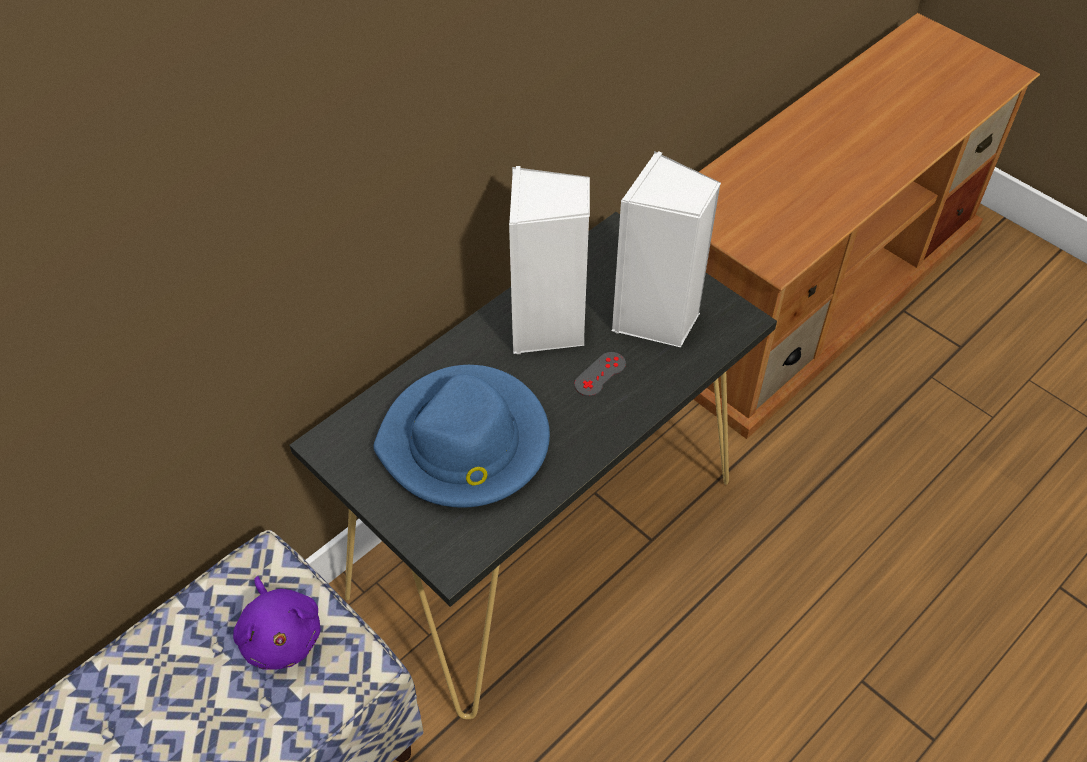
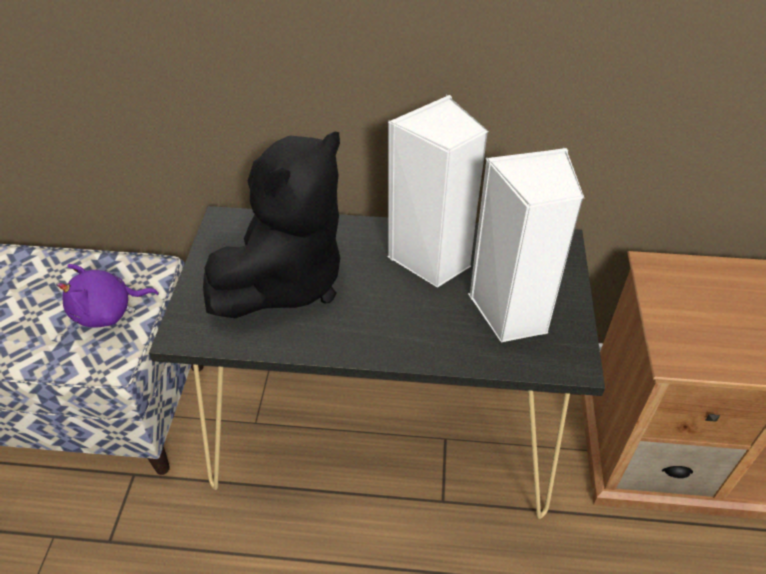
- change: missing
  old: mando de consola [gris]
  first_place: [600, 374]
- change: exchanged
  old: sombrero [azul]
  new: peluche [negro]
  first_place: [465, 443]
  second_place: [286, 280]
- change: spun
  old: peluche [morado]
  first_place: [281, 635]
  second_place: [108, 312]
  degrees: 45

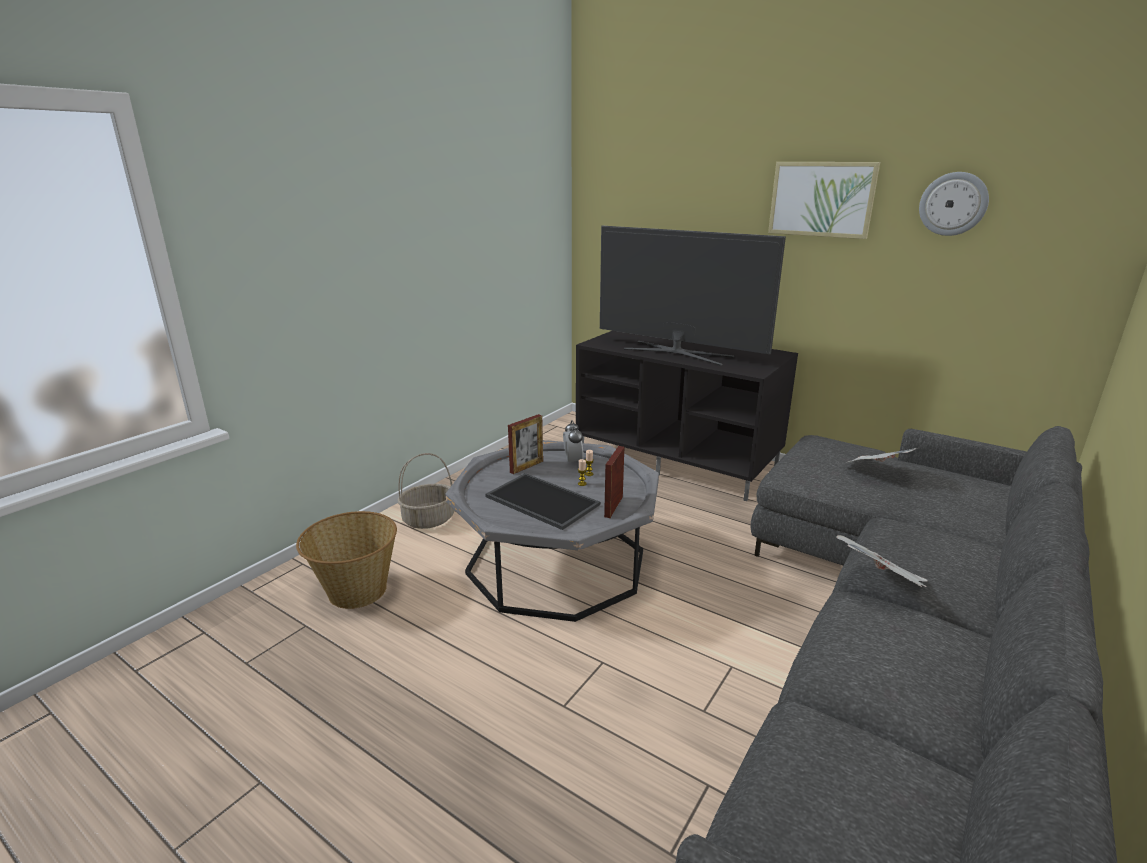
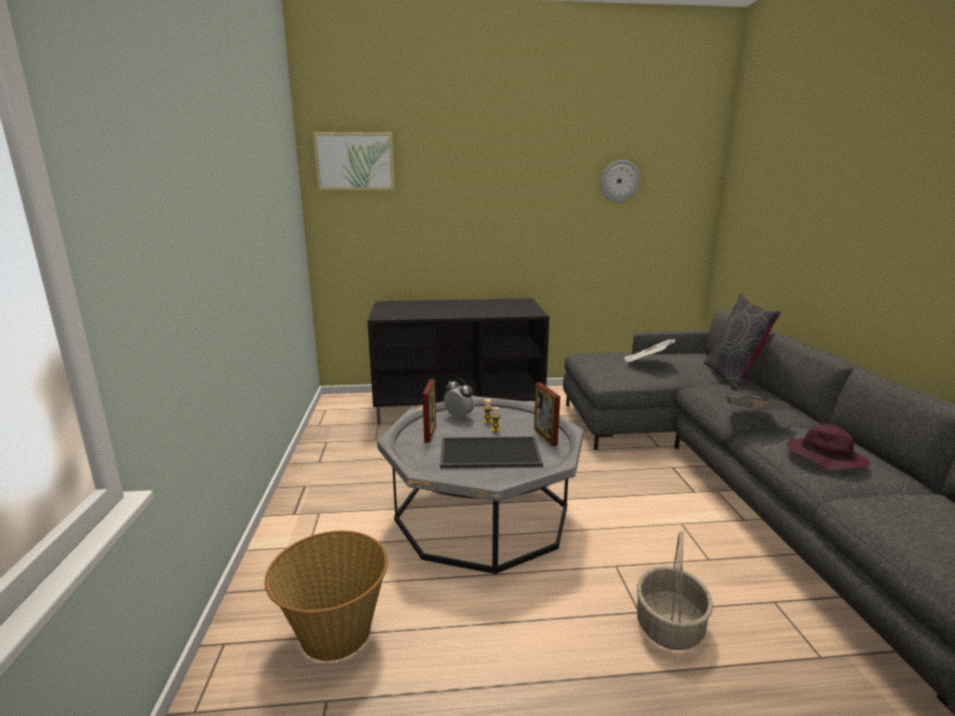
- change: relocated
  old: cuadro
  first_place: [821, 199]
  second_place: [355, 162]
- change: missing
  old: televisor
  first_place: [678, 352]
- change: relocated
  old: cesta
  first_place: [428, 520]
  second_place: [670, 627]
- change: appeared
  new: cojín [gris]
  second_place: [732, 377]
- change: appeared
  new: sombrero [morado]
  second_place: [823, 457]

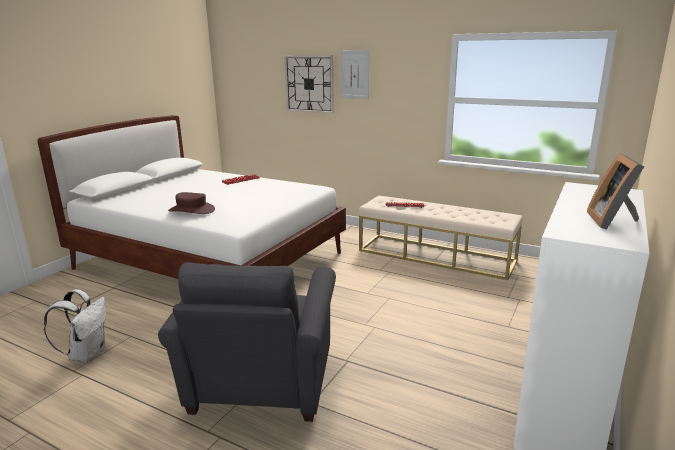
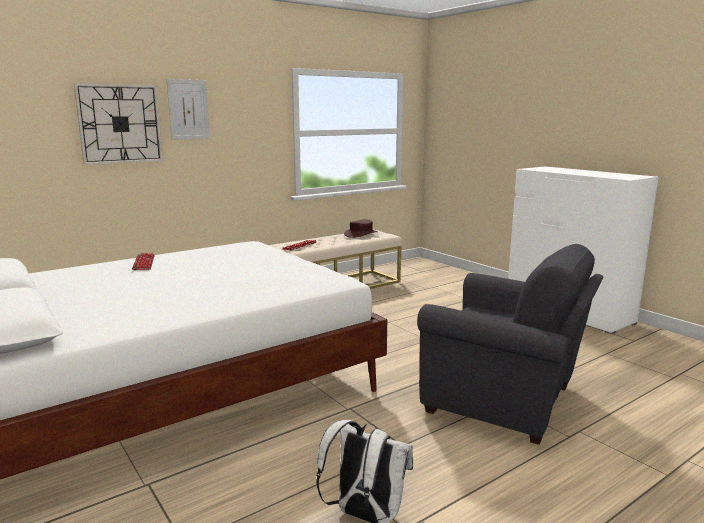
- change: missing
  old: portarretratos
  first_place: [613, 221]
- change: relocated
  old: sombrero [marrón]
  first_place: [192, 210]
  second_place: [361, 234]

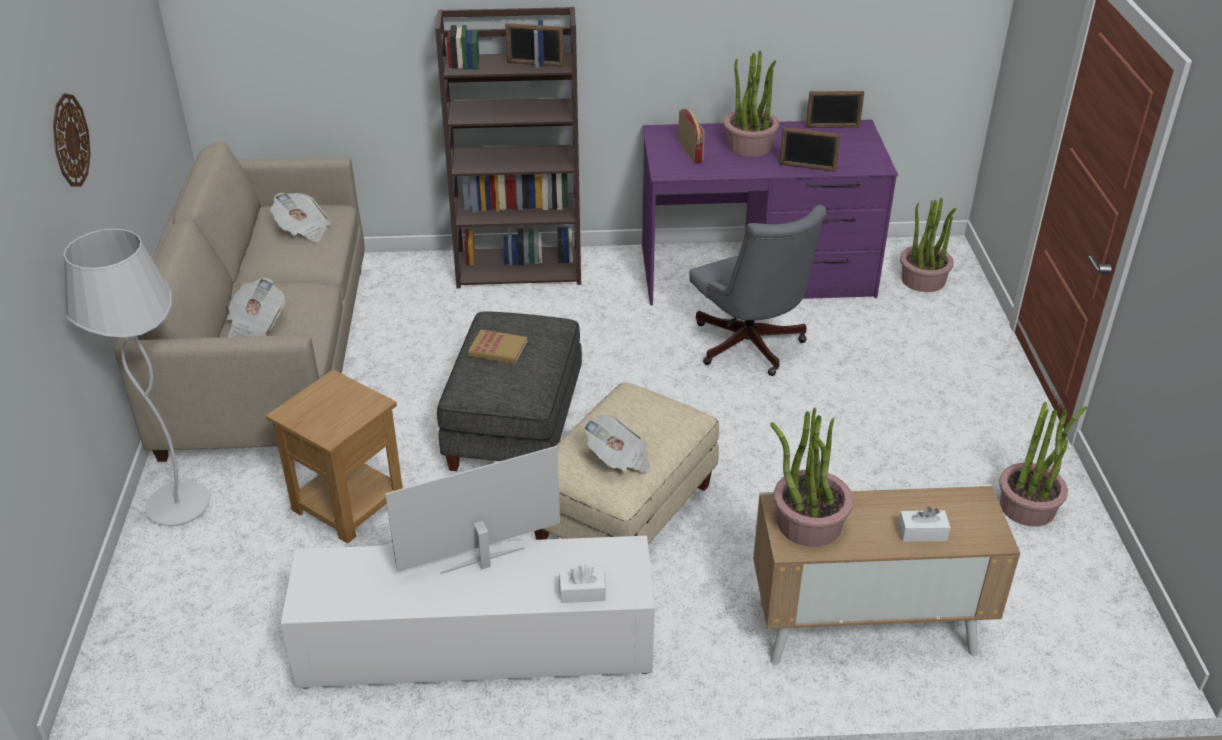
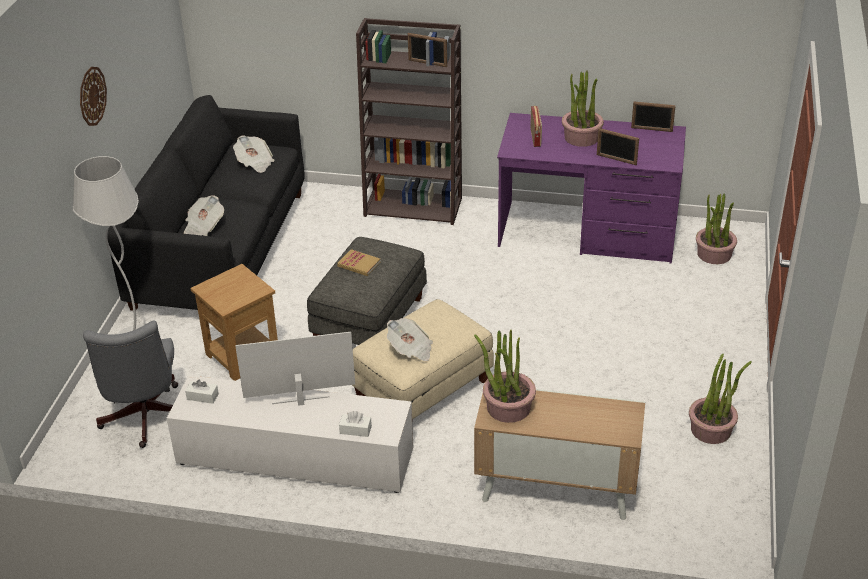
- change: colour
  old: sofá [beis]
  new: sofá [negro]
  first_place: [269, 357]
  second_place: [220, 249]
- change: relocated
  old: silla de oficina [gris]
  first_place: [750, 348]
  second_place: [145, 419]
- change: relocated
  old: caja de pañuelos [blanco]
  first_place: [922, 533]
  second_place: [202, 396]

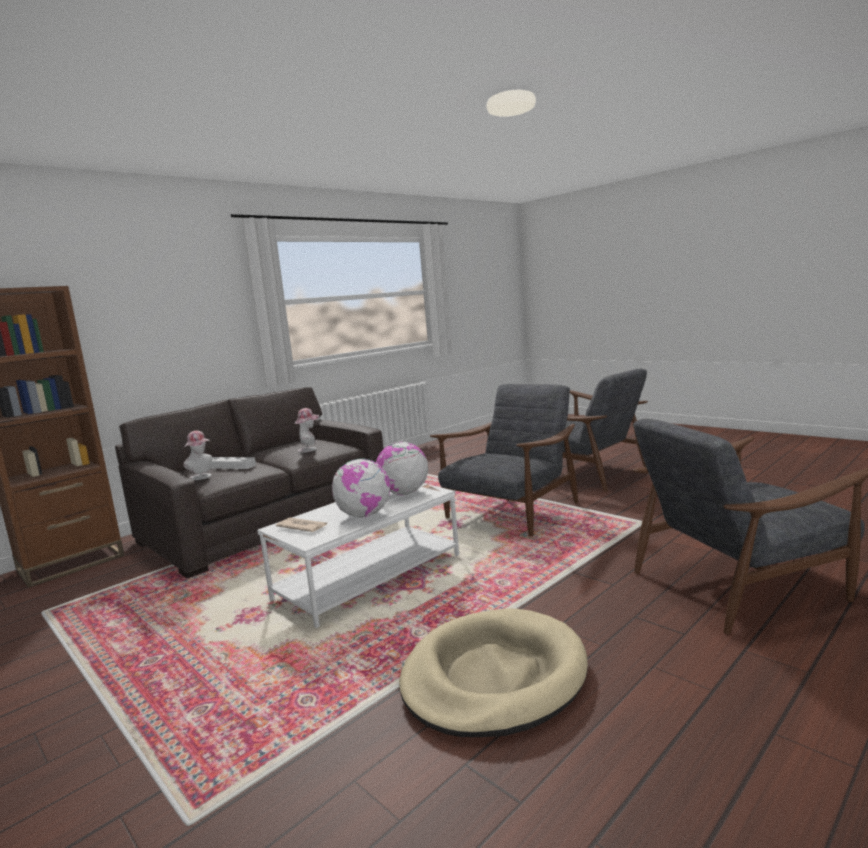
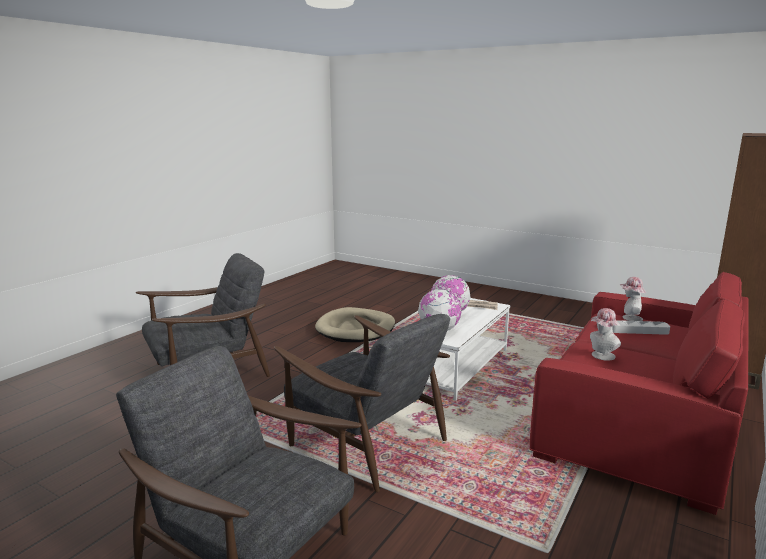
- change: spun
  old: sillón [gris]
  first_place: [511, 512]
  second_place: [365, 440]
  degrees: -75
- change: colour
  old: sofá [gris]
  new: sofá [rojo]
  first_place: [266, 522]
  second_place: [640, 420]

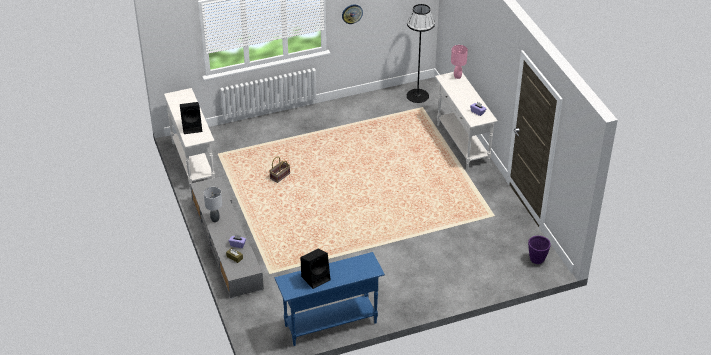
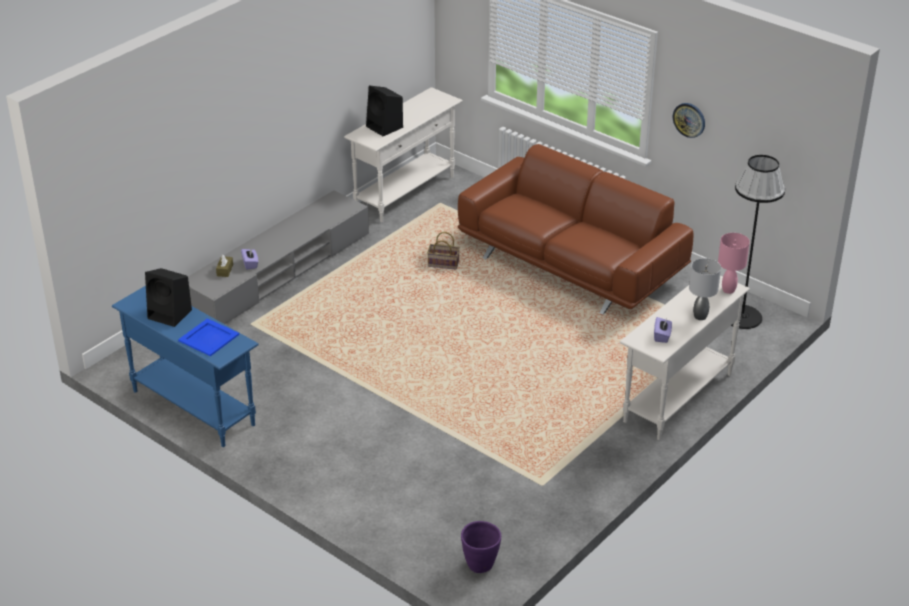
- change: relocated
  old: lámpara de mesa [gris]
  first_place: [215, 219]
  second_place: [700, 316]
- change: appeared
  new: sofá [marrón]
  second_place: [572, 264]
- change: appeared
  new: bandeja [azul]
  second_place: [208, 338]

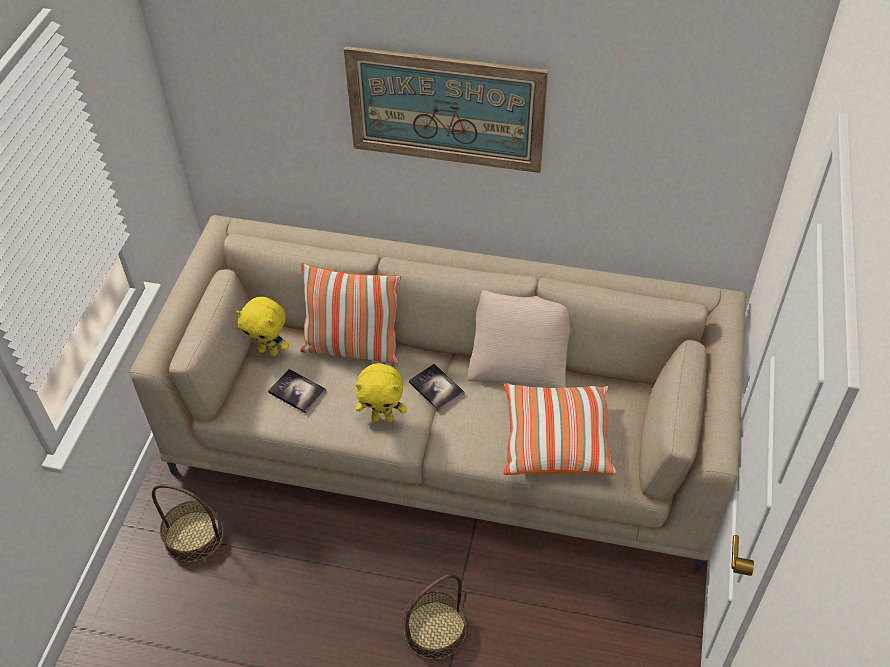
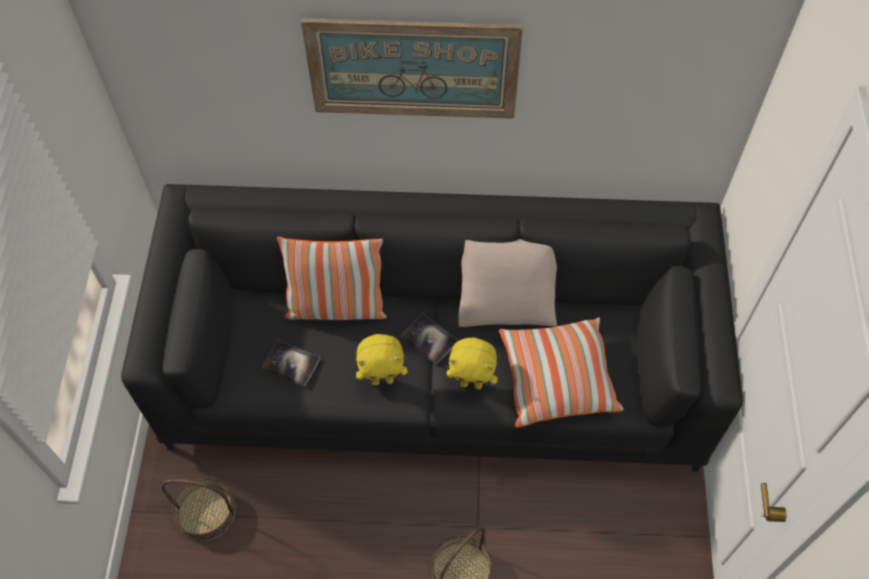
- change: colour
  old: sofá [beis]
  new: sofá [negro]
  first_place: [447, 436]
  second_place: [436, 369]
- change: relocated
  old: peluche [amarillo]
  first_place: [269, 351]
  second_place: [472, 383]

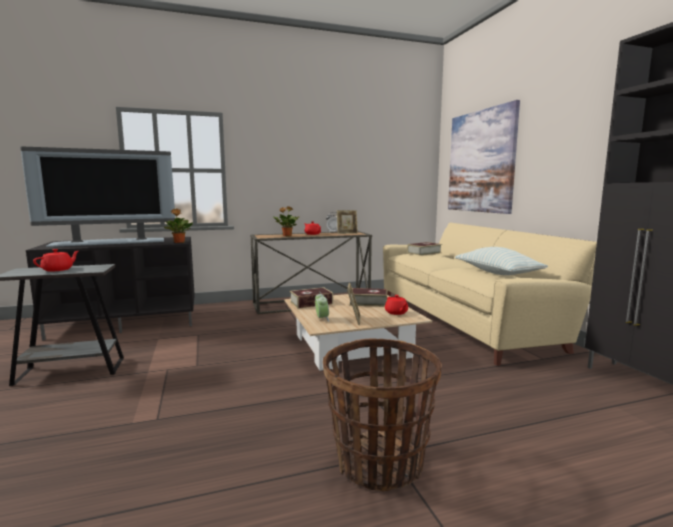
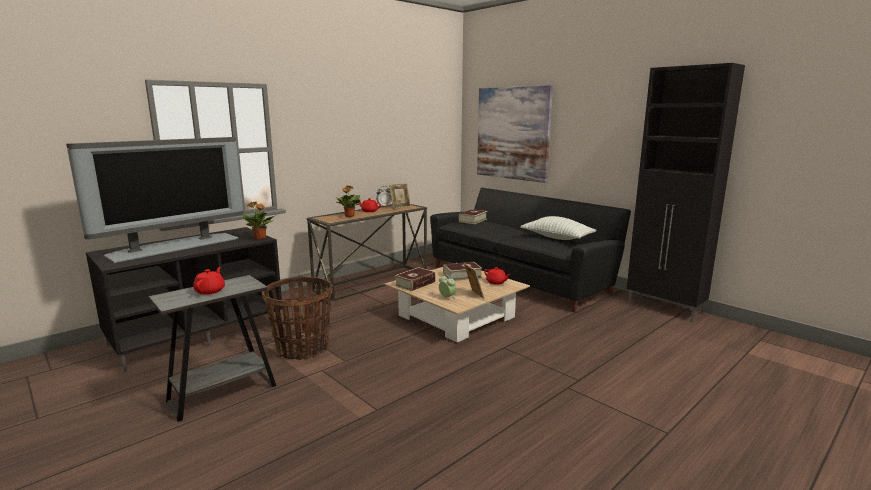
- change: colour
  old: sofá [beis]
  new: sofá [negro]
  first_place: [466, 320]
  second_place: [520, 278]
- change: relocated
  old: cesta
  first_place: [379, 463]
  second_place: [302, 348]

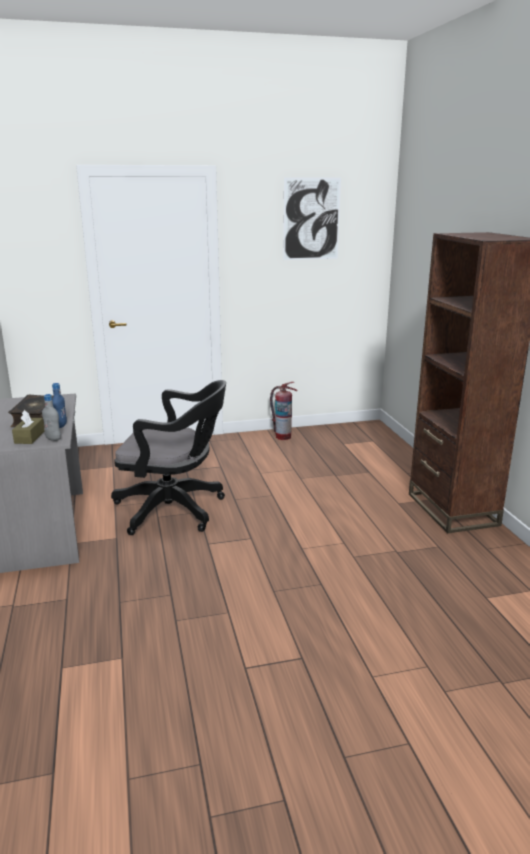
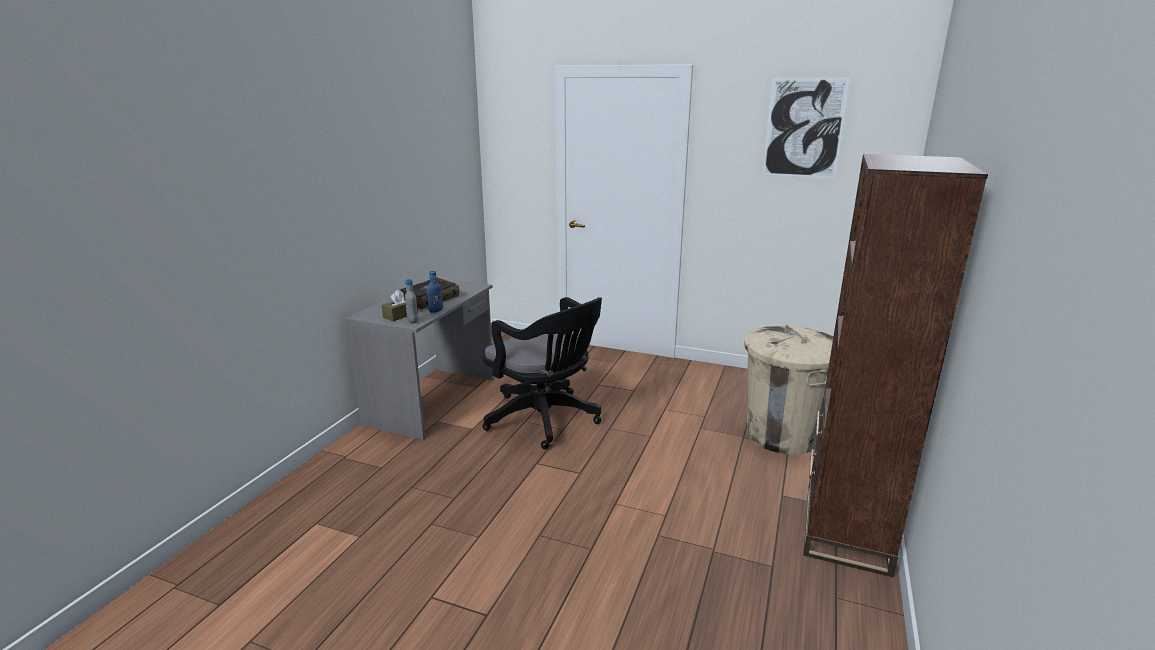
- change: missing
  old: extintor
  first_place: [283, 436]
- change: appeared
  new: papelera [beis]
  second_place: [782, 435]

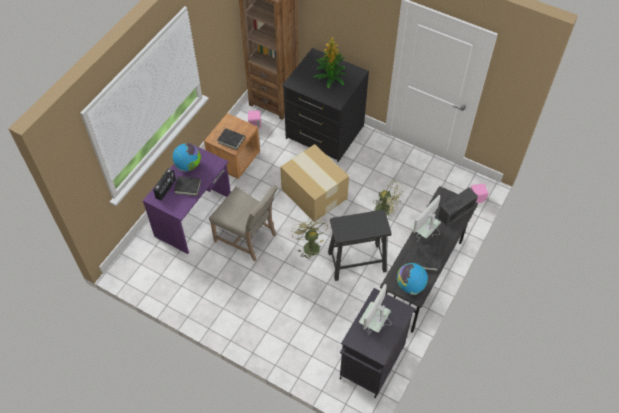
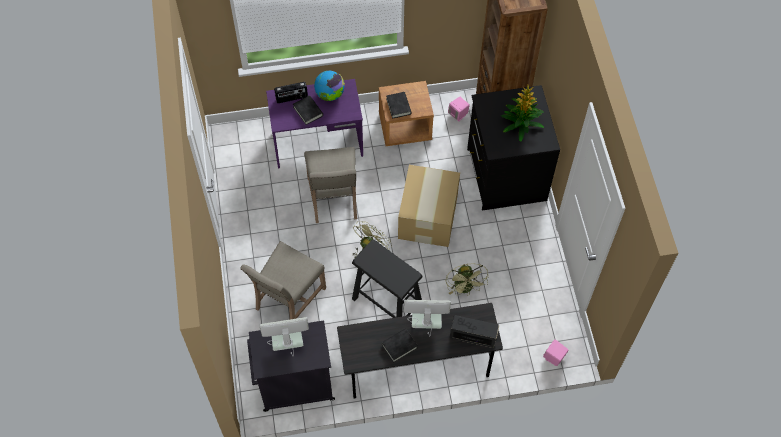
- change: missing
  old: globo terráqueo
  first_place: [410, 285]
- change: appeared
  new: silla [beis]
  second_place: [288, 299]

